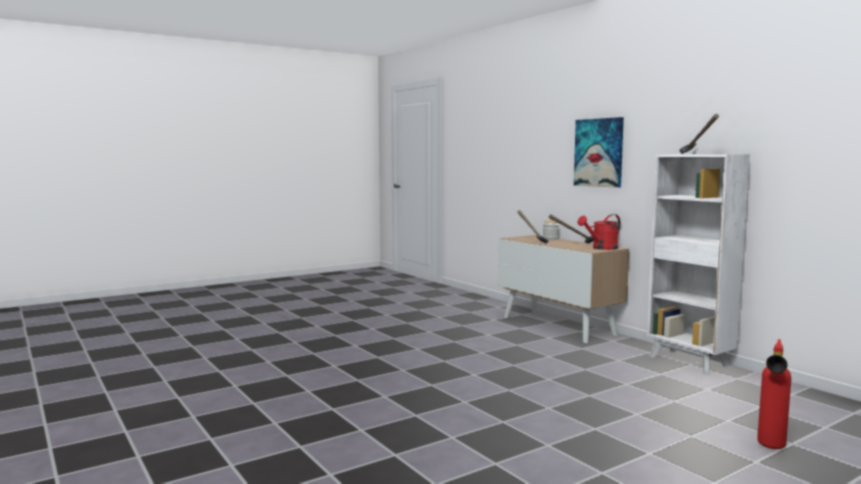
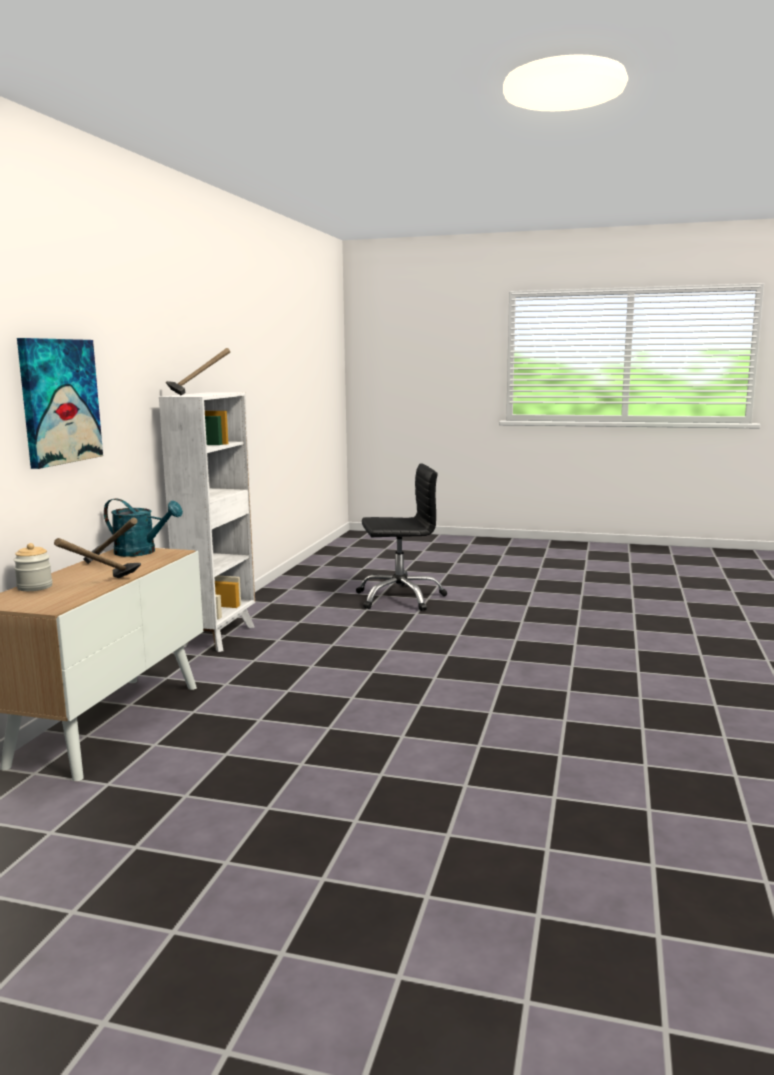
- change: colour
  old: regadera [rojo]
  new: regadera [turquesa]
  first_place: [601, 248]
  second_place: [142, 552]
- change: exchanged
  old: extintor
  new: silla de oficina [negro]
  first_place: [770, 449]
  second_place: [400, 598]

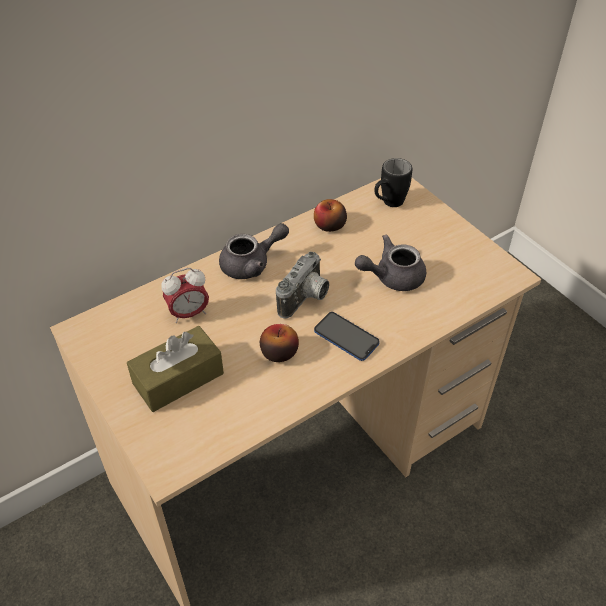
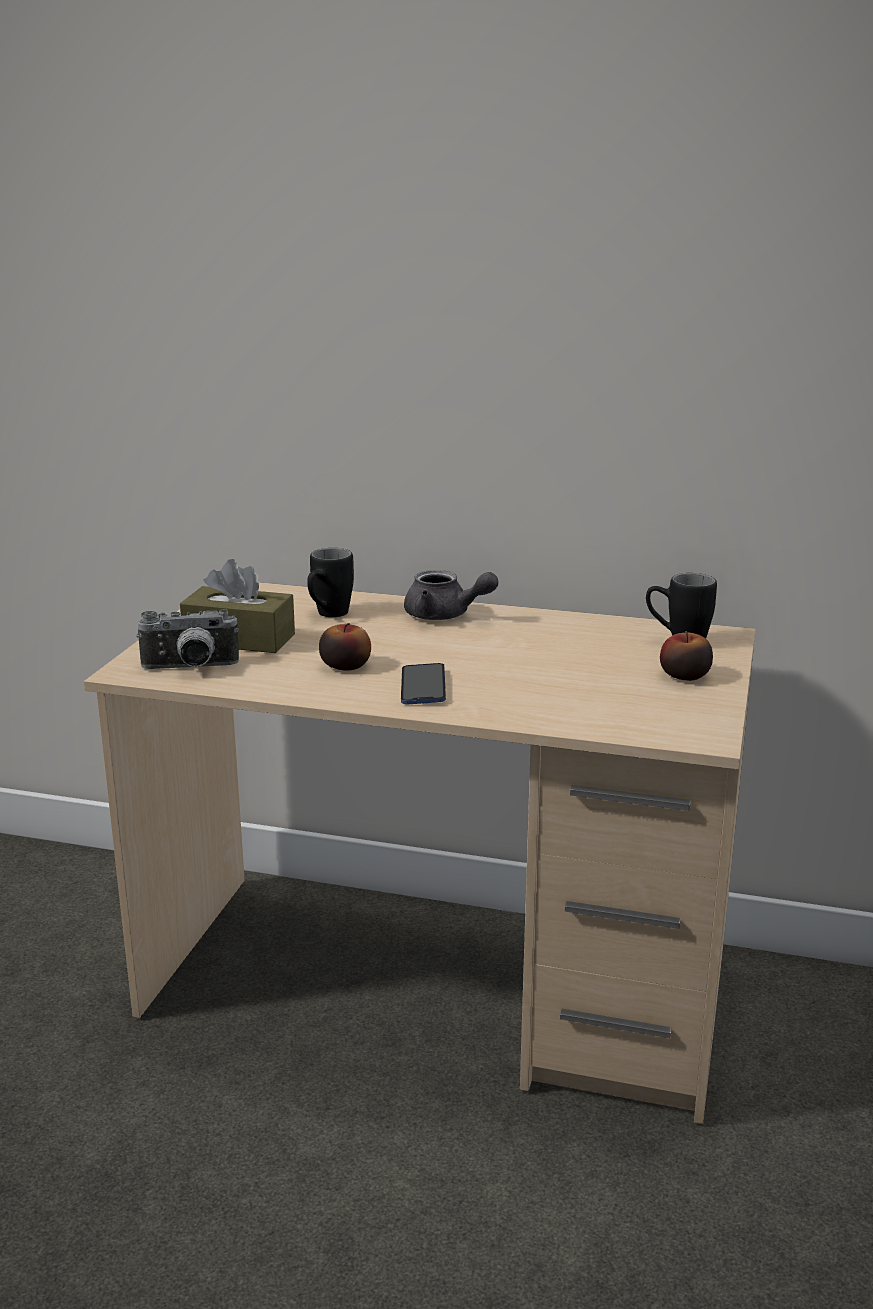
- change: relocated
  old: manzana
  first_place: [329, 225]
  second_place: [684, 675]
- change: missing
  old: tetera [gris]
  first_place: [392, 277]
- change: relocated
  old: cámara
  first_place: [306, 299]
  second_place: [190, 669]
- change: exchanged
  old: despertador
  new: taza grande [negro]
  first_place: [188, 314]
  second_place: [327, 615]

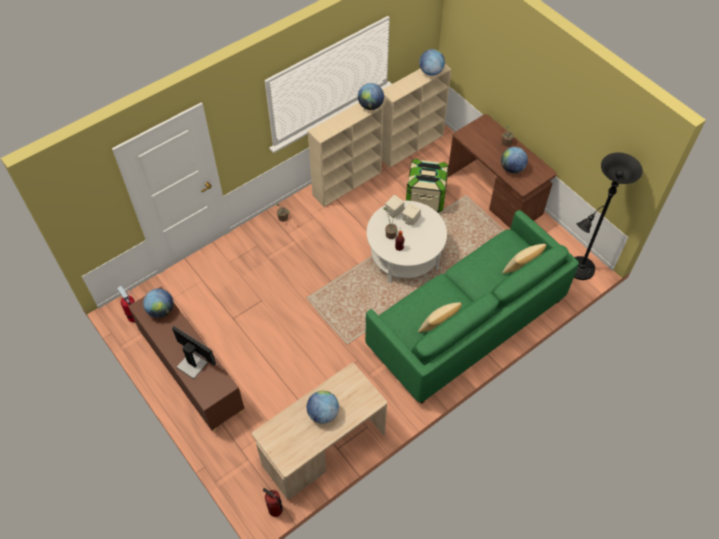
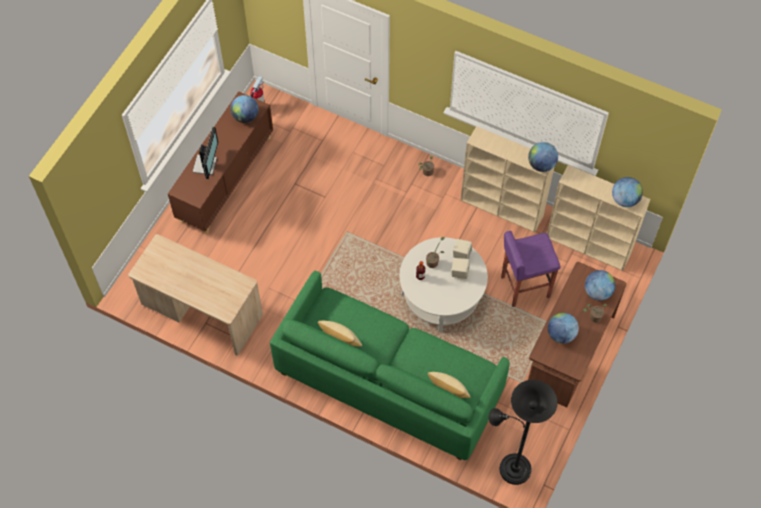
- change: exchanged
  old: caja de almacenaje
  new: taburete [morado]
  first_place: [425, 198]
  second_place: [524, 286]
- change: relocated
  old: globo terráqueo
  first_place: [323, 413]
  second_place: [597, 292]
- change: missing
  old: extintor
  first_place: [275, 510]

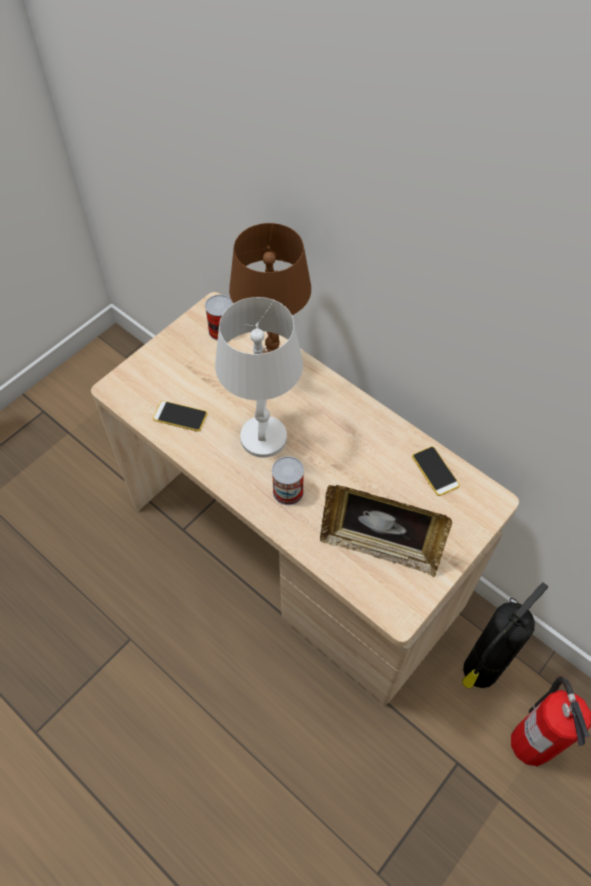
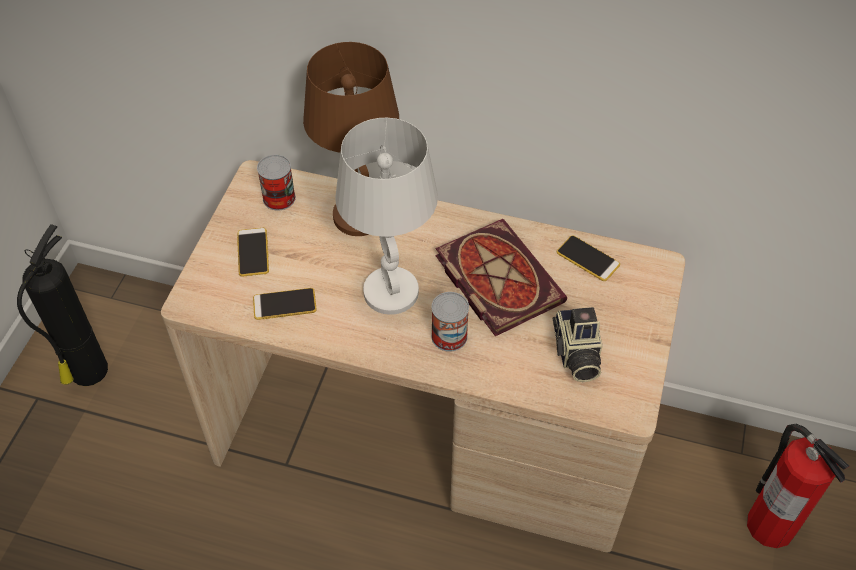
- change: exchanged
  old: portarretratos
  new: cámara
  first_place: [379, 548]
  second_place: [575, 354]
- change: relocated
  old: extintor
  first_place: [478, 672]
  second_place: [87, 373]
- change: appeared
  new: libro
  second_place: [495, 278]
- change: appeared
  new: móvil
  second_place: [253, 252]

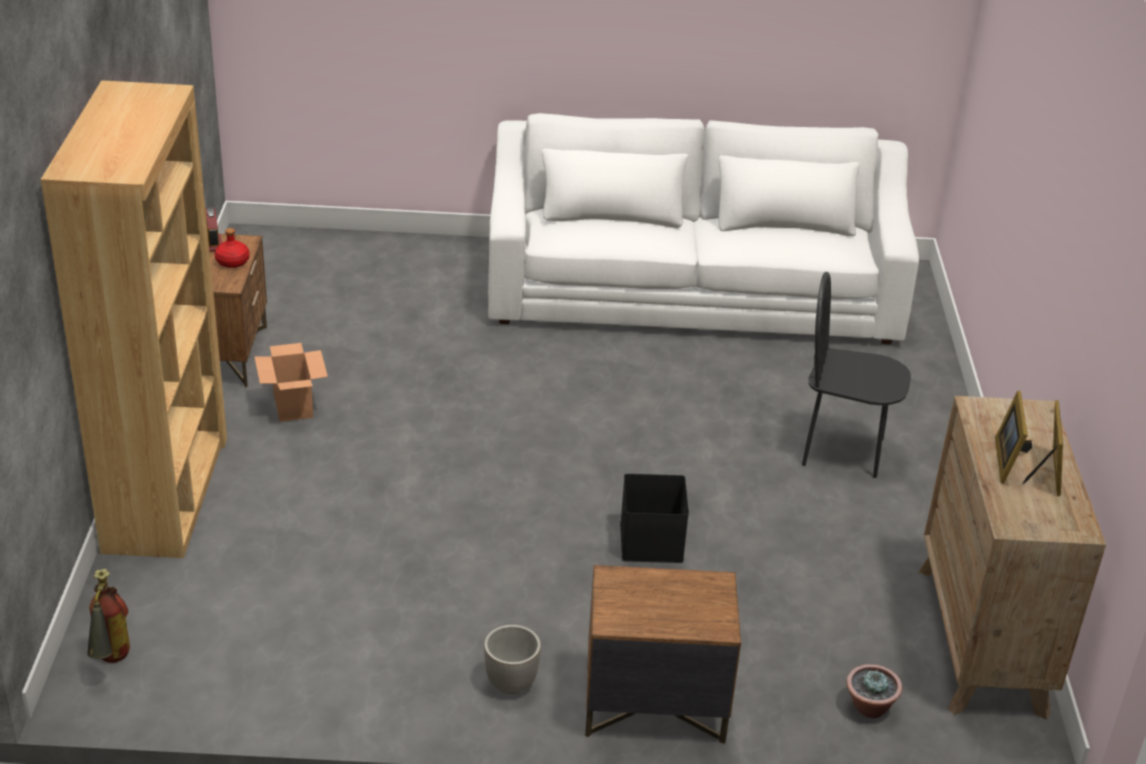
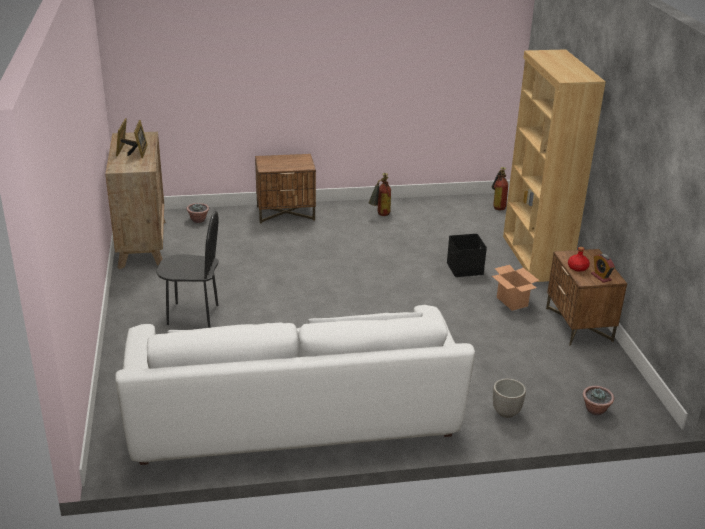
- change: relocated
  old: caja de almacenaje [negro]
  first_place: [650, 540]
  second_place: [465, 268]
- change: relocated
  old: maceta
  first_place: [511, 683]
  second_place: [506, 412]
- change: appeared
  new: extintor
  second_place: [380, 215]
- change: appeared
  new: planta en maceta
  second_place: [595, 410]

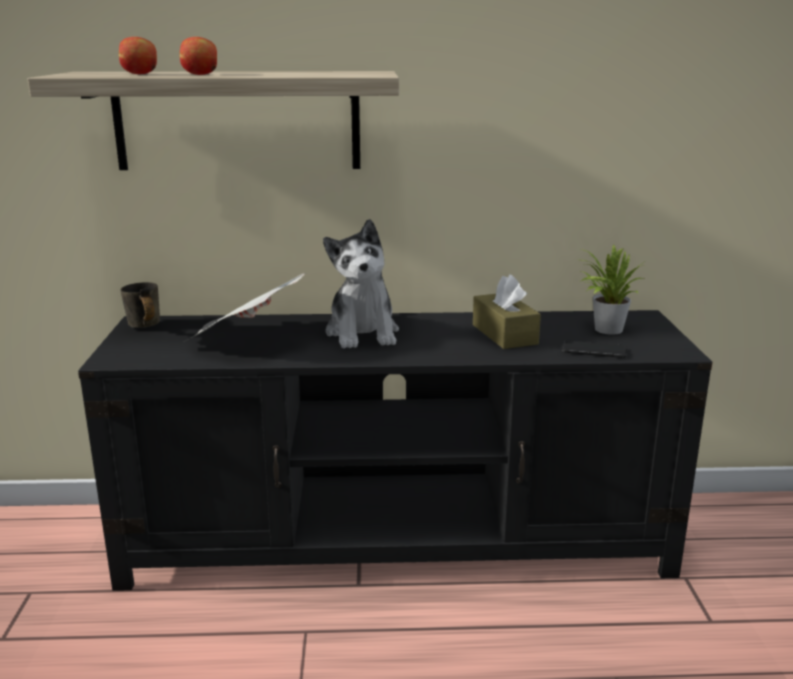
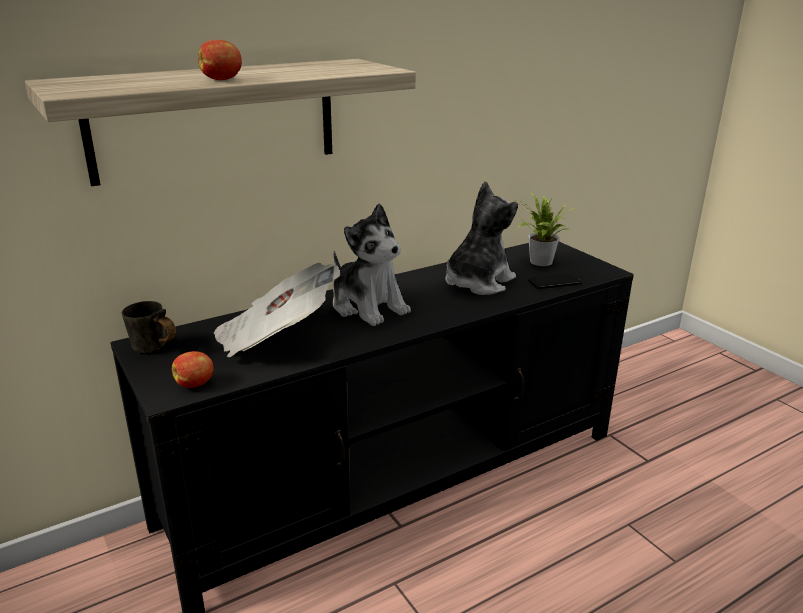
- change: relocated
  old: manzana
  first_place: [140, 74]
  second_place: [195, 384]
- change: exchanged
  old: caja de pañuelos [marrón]
  new: peluche
  first_place: [504, 334]
  second_place: [477, 282]

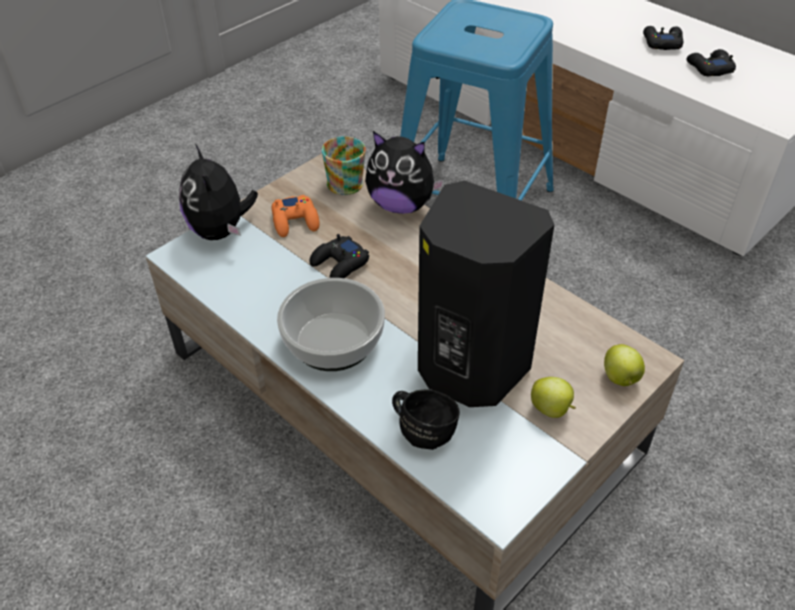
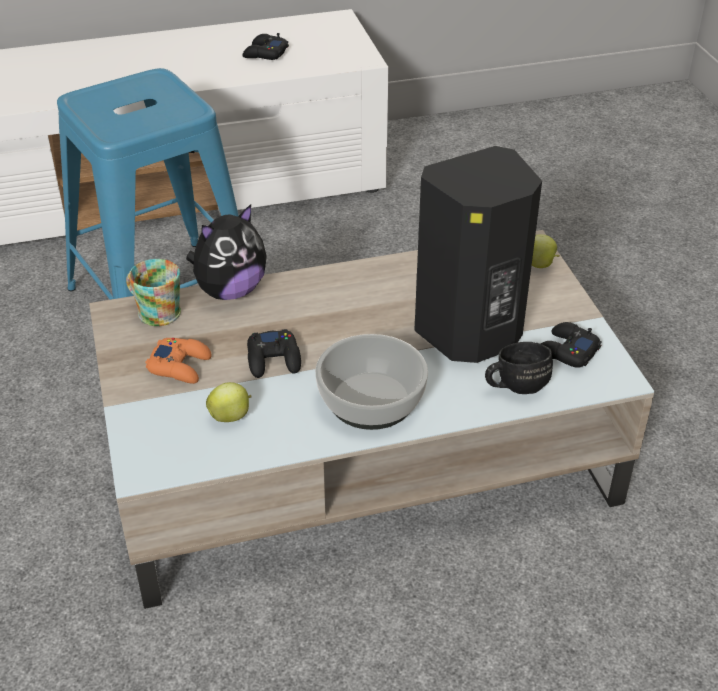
- change: relocated
  old: mando de consola [negro]
  first_place: [661, 43]
  second_place: [566, 351]
- change: missing
  old: peluche
  first_place: [221, 231]
- change: relocated
  old: manzana
  first_place: [551, 409]
  second_place: [231, 416]

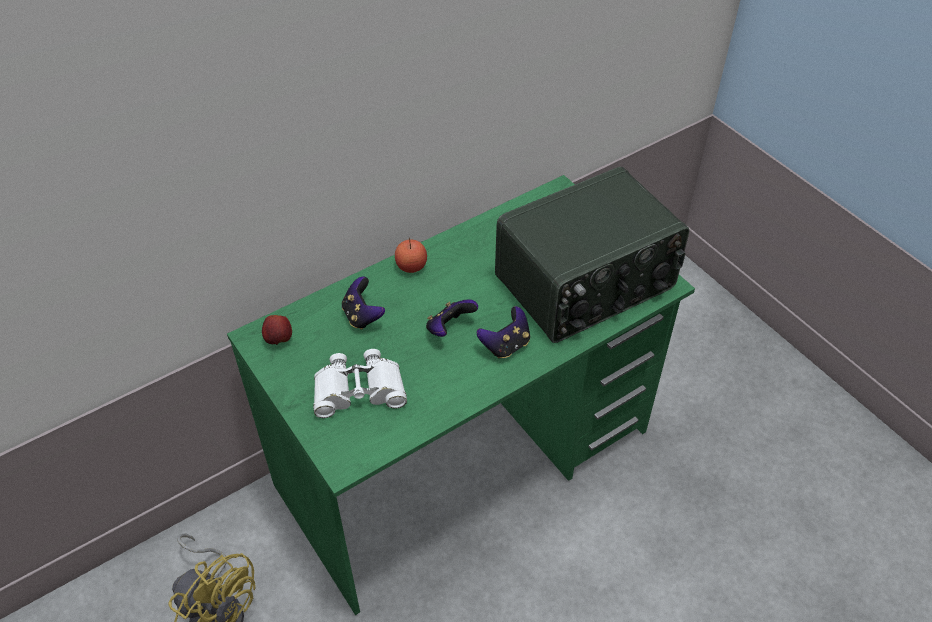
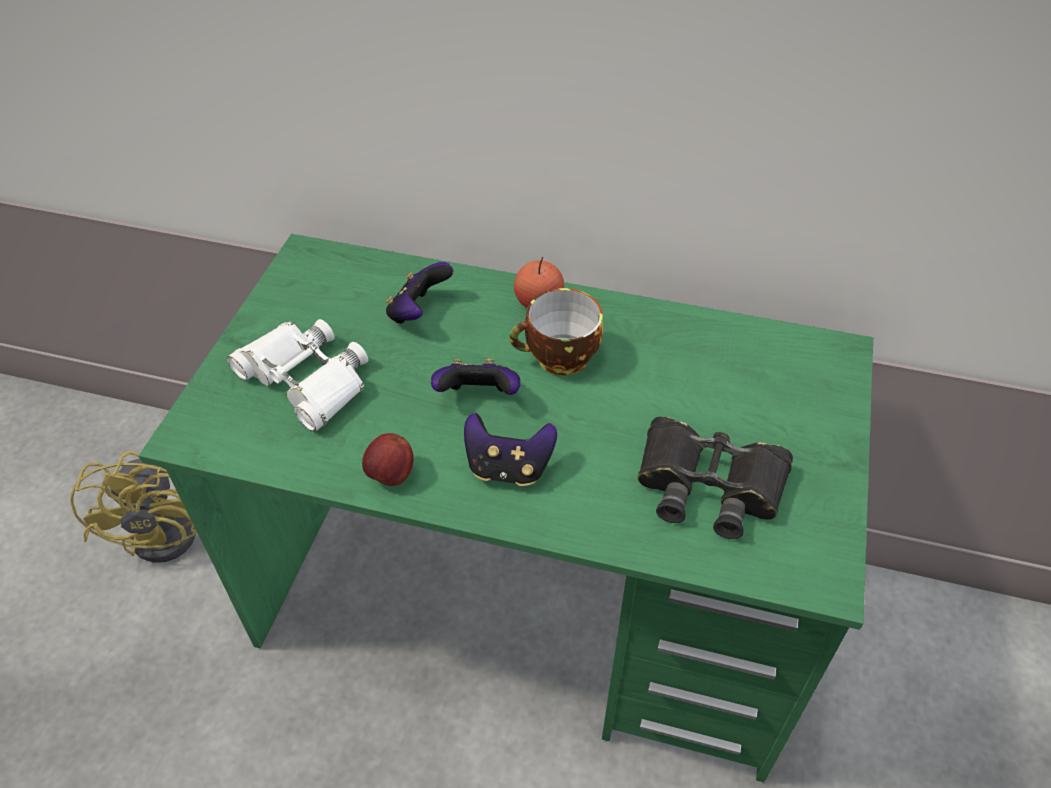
- change: exchanged
  old: radio
  new: prismáticos [negro]
  first_place: [586, 284]
  second_place: [709, 485]
- change: relocated
  old: manzana
  first_place: [279, 340]
  second_place: [391, 475]
- change: appeared
  new: taza
  second_place: [559, 358]

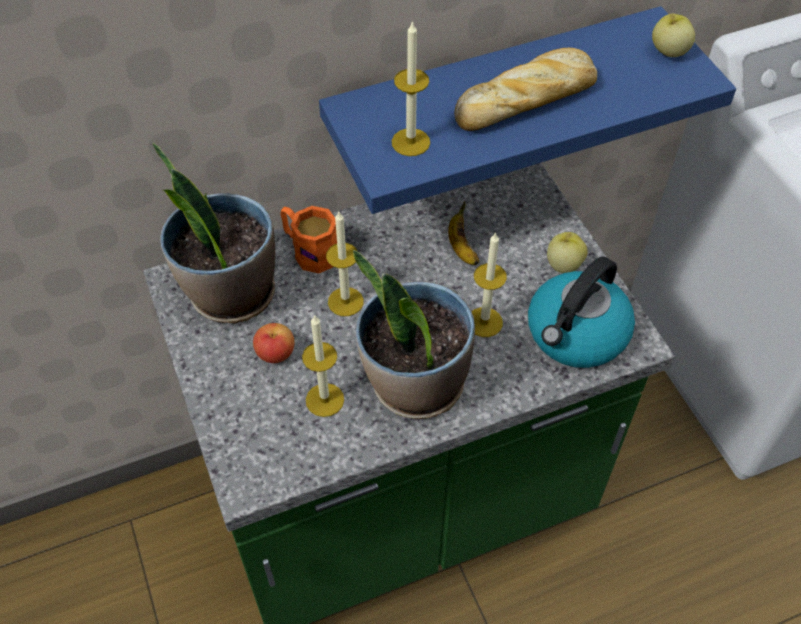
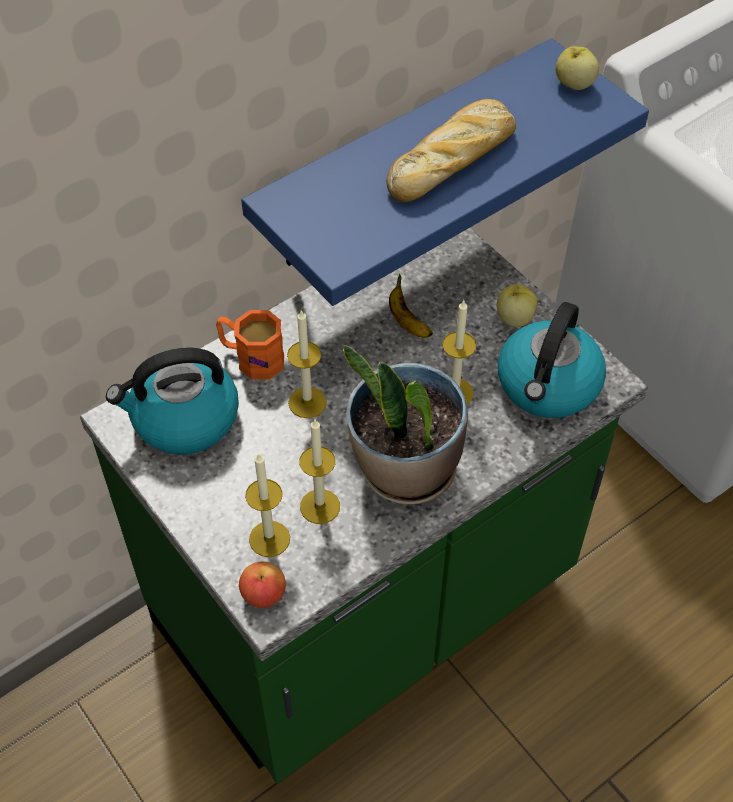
- change: relocated
  old: vela
  first_place: [410, 142]
  second_place: [269, 539]
- change: exchanged
  old: planta en maceta
  new: hervidor
  first_place: [230, 293]
  second_place: [183, 419]
- change: relocated
  old: manzana
  first_place: [275, 353]
  second_place: [263, 594]

